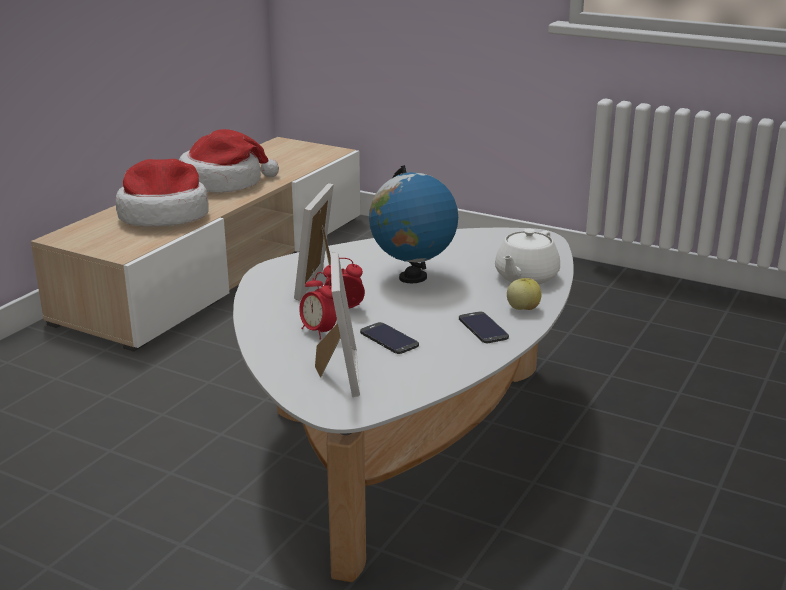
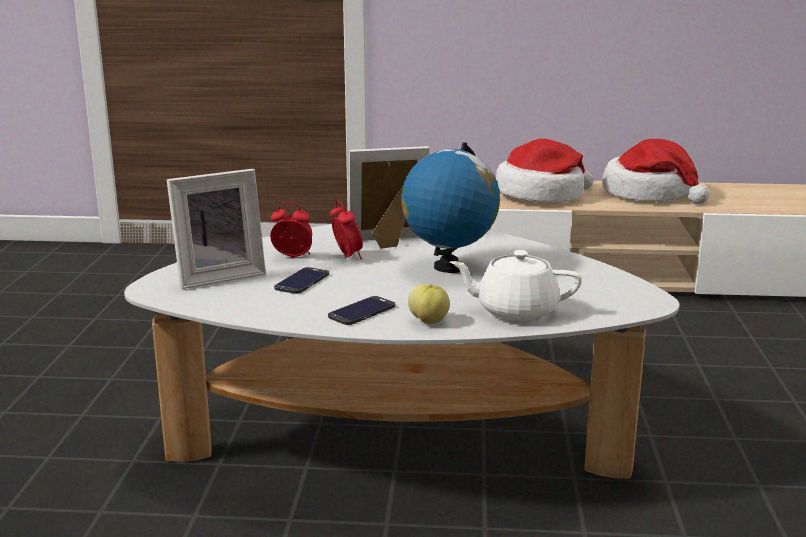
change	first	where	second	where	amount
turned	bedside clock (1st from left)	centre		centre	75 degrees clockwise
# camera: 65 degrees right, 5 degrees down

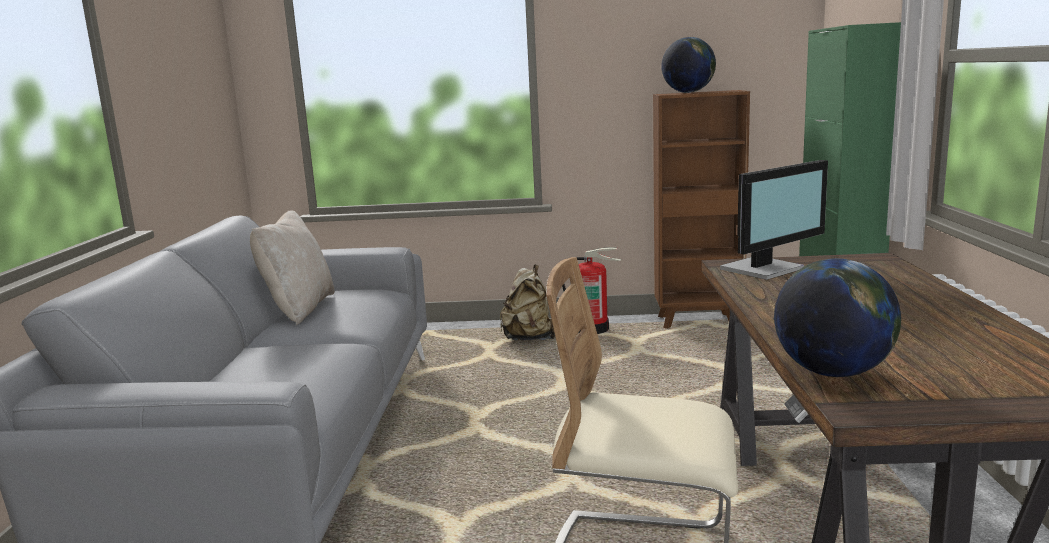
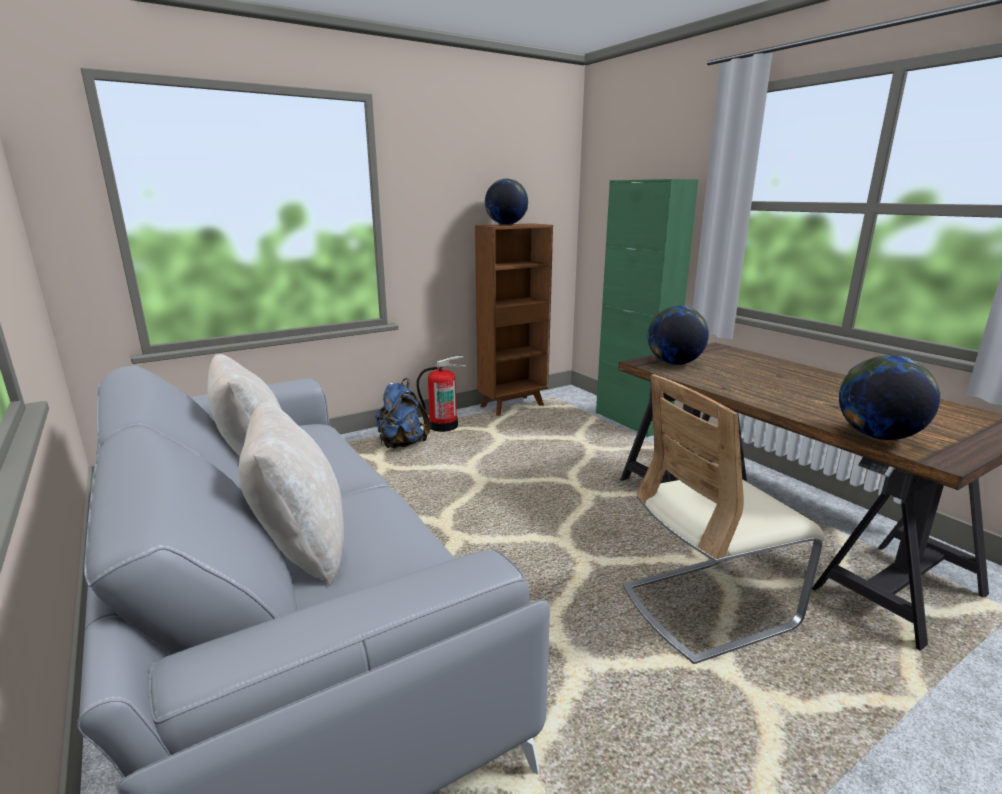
change	first	where	second	where	amount
added			throw pillow in beige-coloured (2nd from left)	middle left	
replaced	computer screen	middle right	world globe (2nd from left)	middle right	
recoloured	knapsack in beige-coloured	centre	knapsack in blue	centre	
# camera: 35 degrees left, 5 degrees up

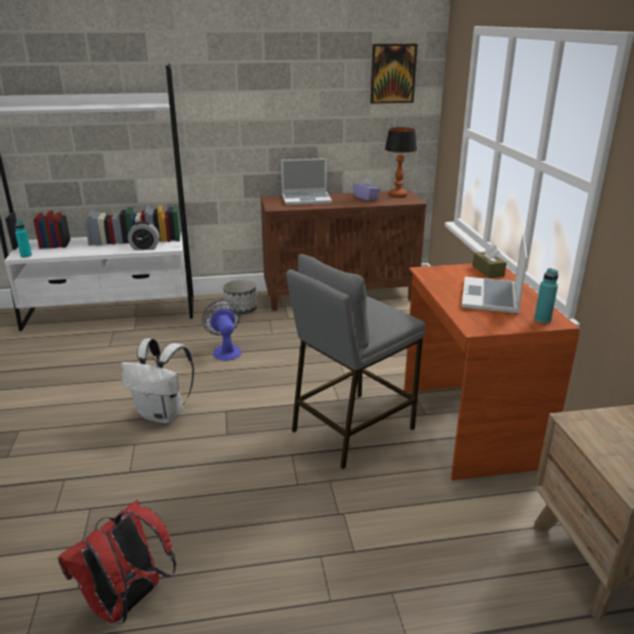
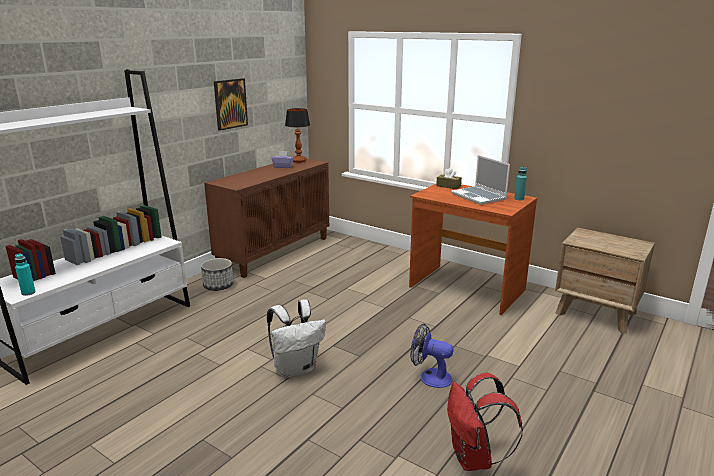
change	first	where	second	where	amount
removed	bedside clock	middle left			
removed	laptop (1st from left)	top centre			
removed	stool seat in greyish	centre			
moved	electric fan	centre		bottom centre	
moved	picture	top centre		top left	
# camera: 45 degrees left, 5 degrees down

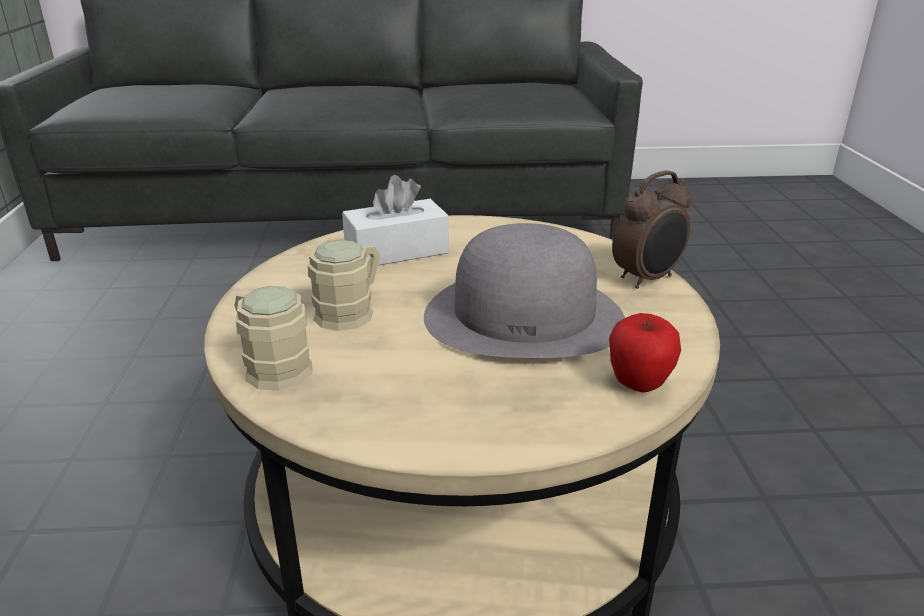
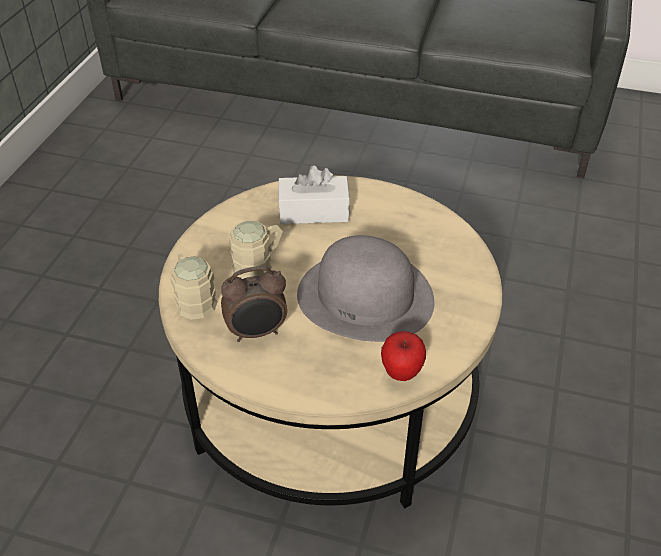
change	first	where	second	where	amount
moved	bedside clock	middle right		centre	
# camera: 20 degrees right, 15 degrees up

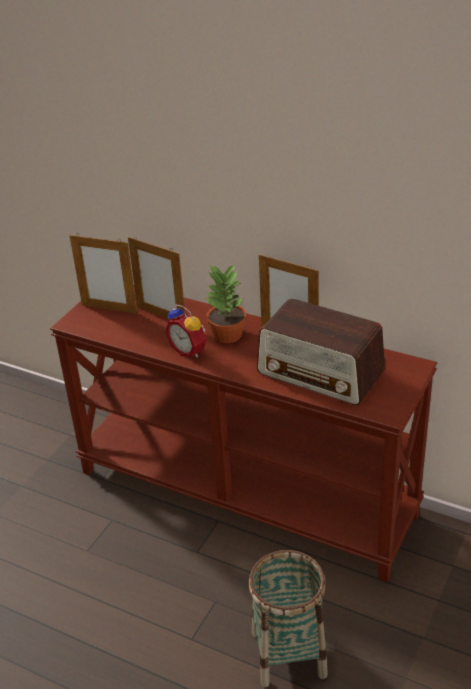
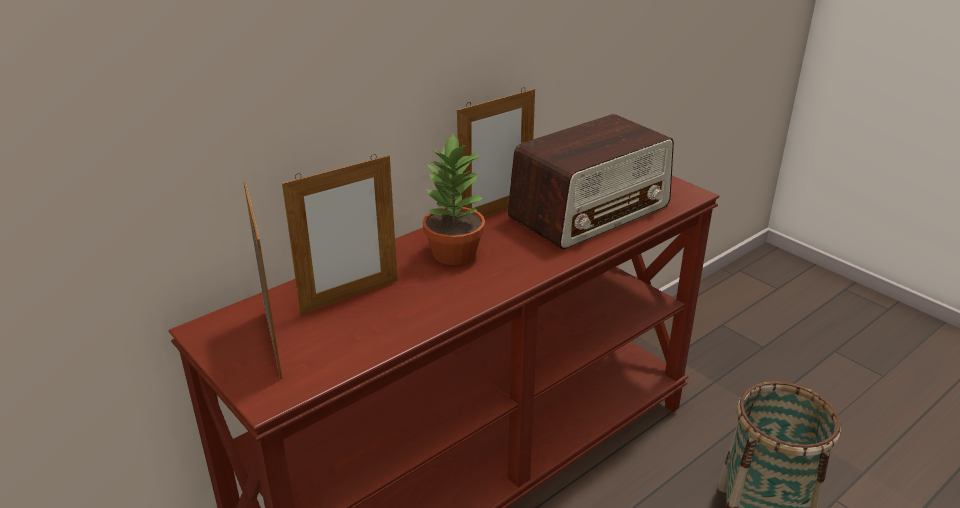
change	first	where	second	where	amount
removed	bedside clock	centre			
turned	standing frame (1st from left)	middle left		middle left	60 degrees counterclockwise
# camera: 70 degrees left, 5 degrees down

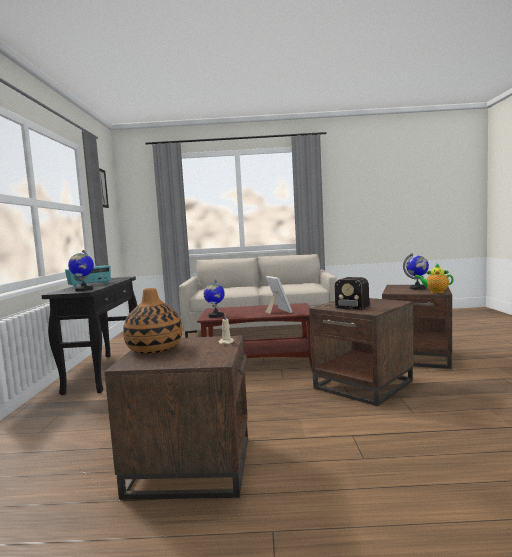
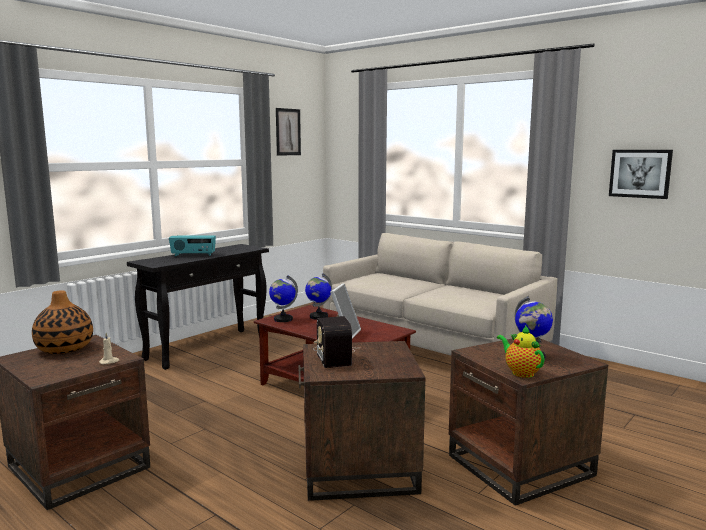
change	first	where	second	where	amount
added			picture (2nd from left)	top right	
moved	world globe (1st from left in the first image)	middle left	world globe (2nd from left)	centre	
# camera: 40 degrees right, 5 degrees up

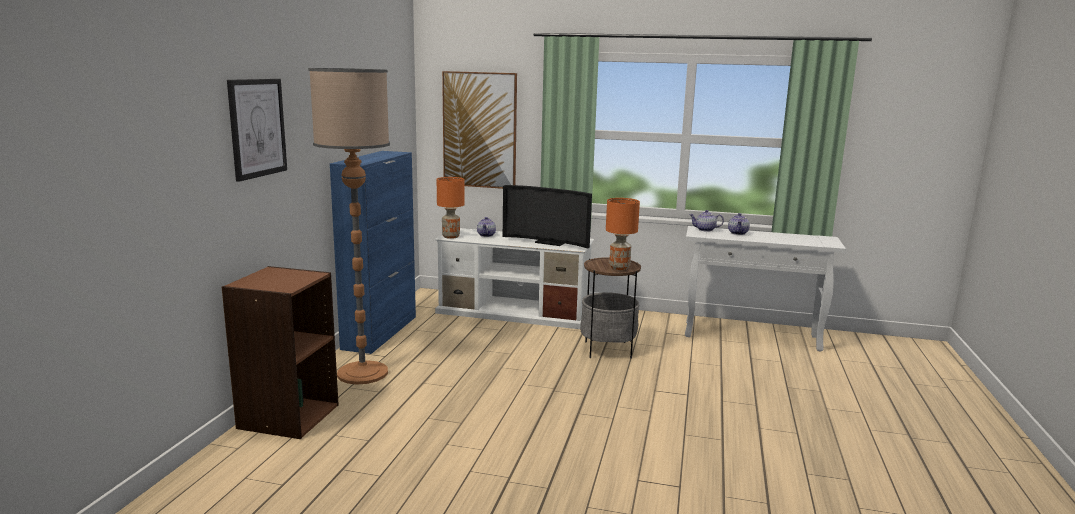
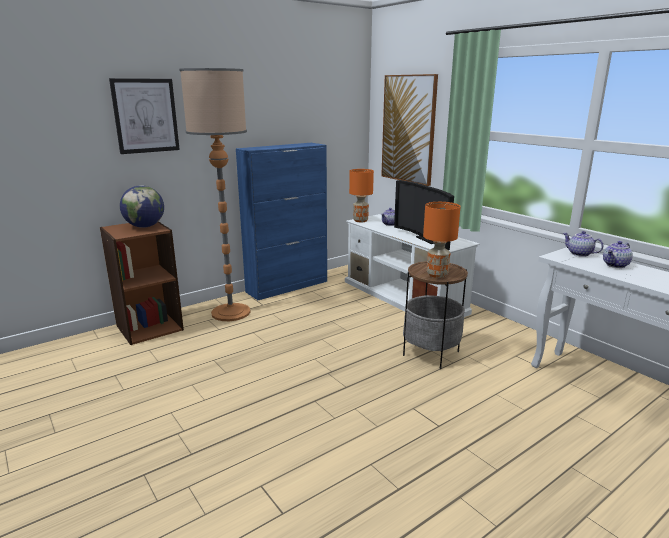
change	first	where	second	where	amount
added			world globe	middle left	
# camera: 40 degrees right, 5 degrees up

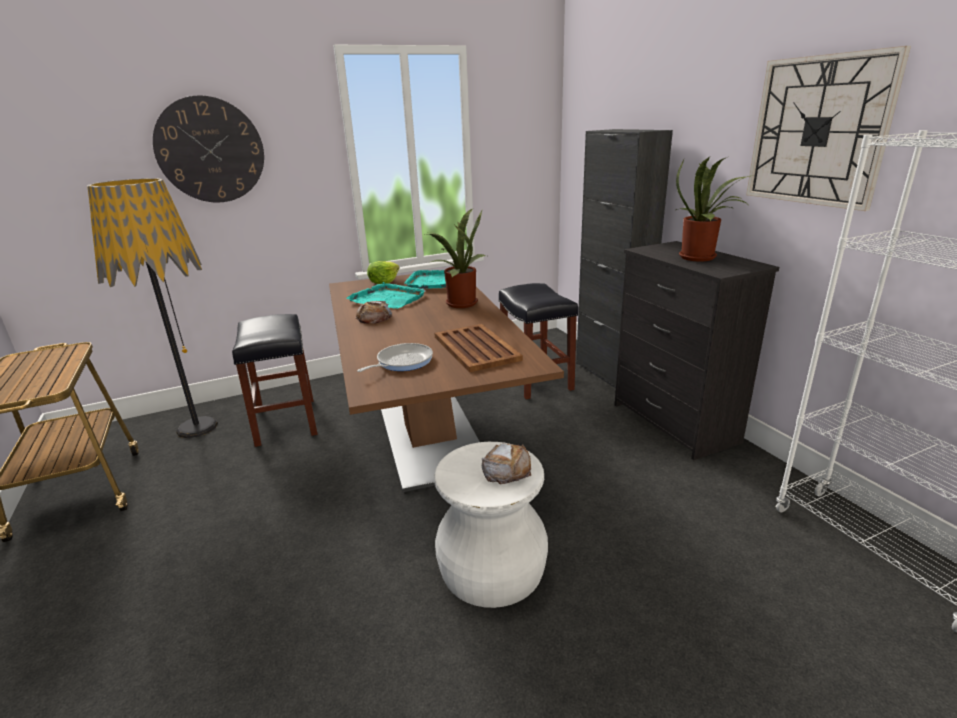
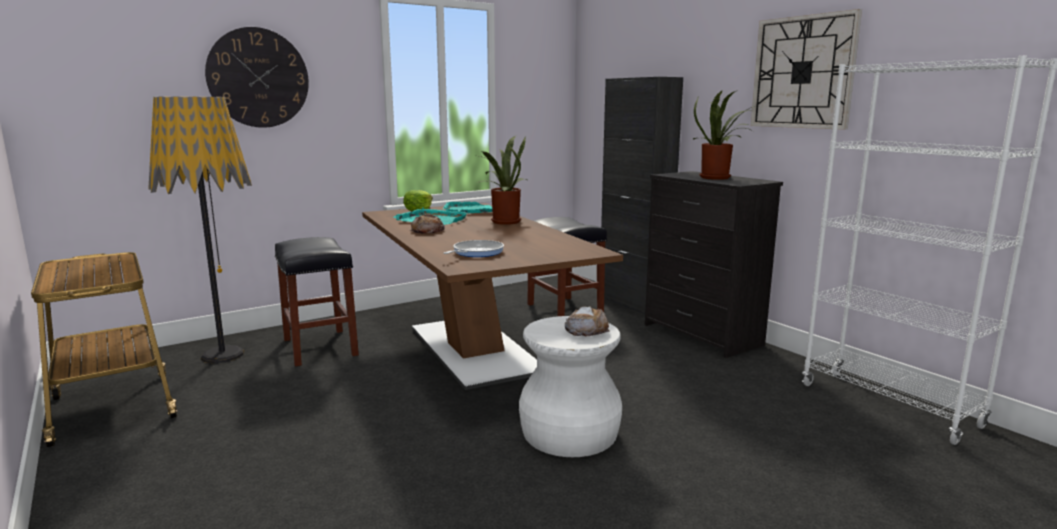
change	first	where	second	where	amount
removed	serving tray in brownish	centre			
# camera: 10 degrees left, 10 degrees down

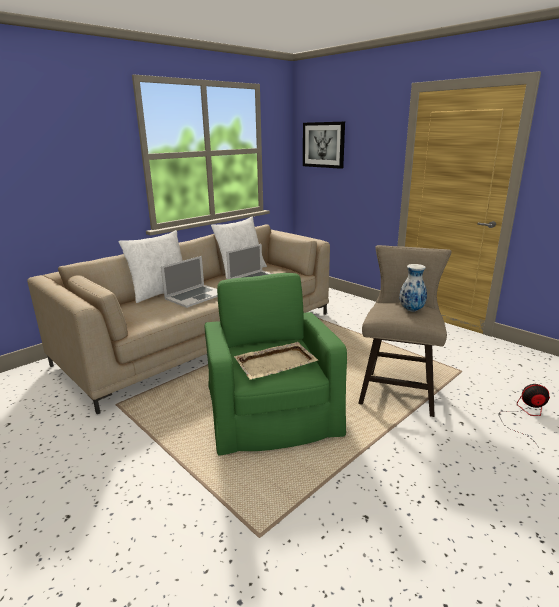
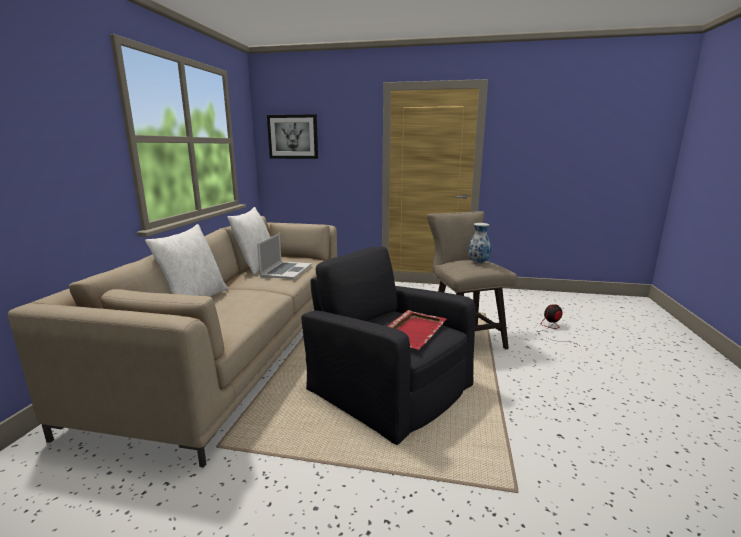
change	first	where	second	where	amount
removed	laptop (1st from left)	centre			
recoloured	armchair in green-coloured	centre	armchair in blackish	centre	
recoloured	serving tray in beige-coloured	centre	serving tray in red	centre	
# camera: 35 degrees left, 5 degrees down

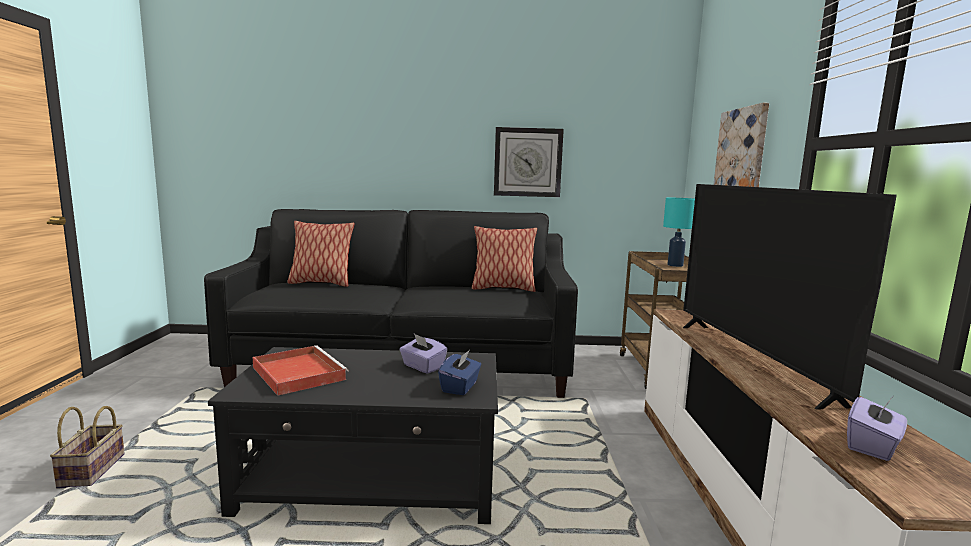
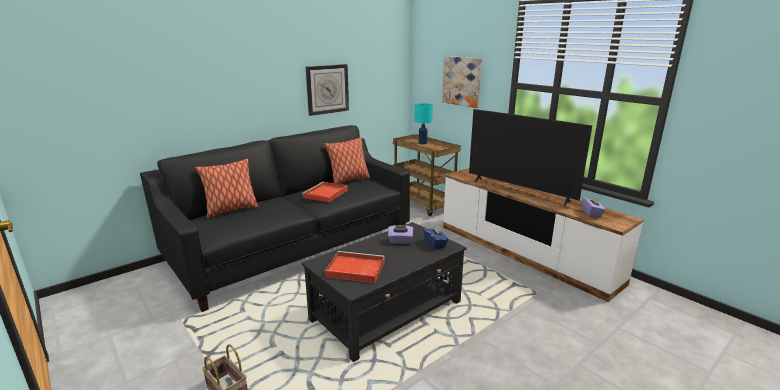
change	first	where	second	where	amount
added			serving tray in red (1st from left)	centre	
# camera: 40 degrees left, 10 degrees up

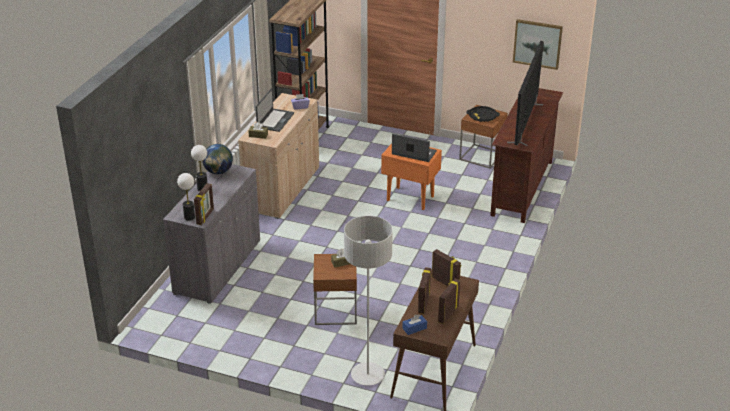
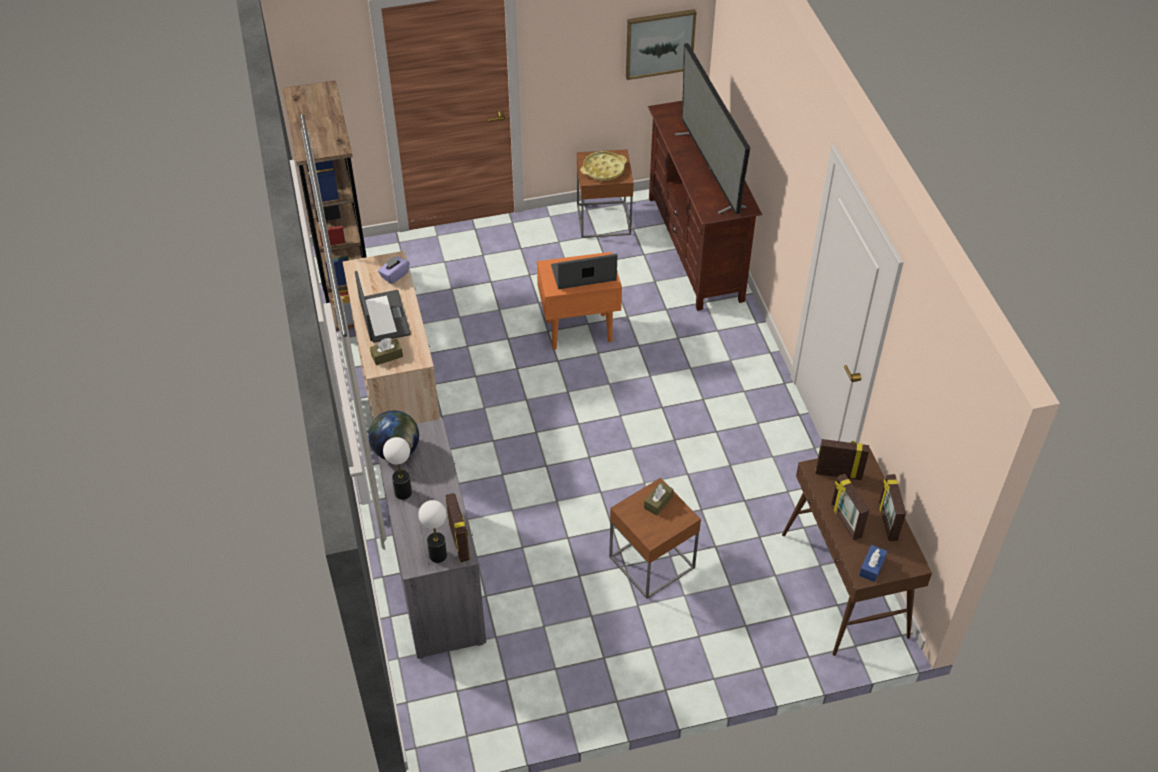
change	first	where	second	where	amount
removed	standing lamp in greyish	bottom centre			
recoloured	serving tray in blackish	top centre	serving tray in yellowish	top centre	
# camera: 35 degrees left, 15 degrees up

